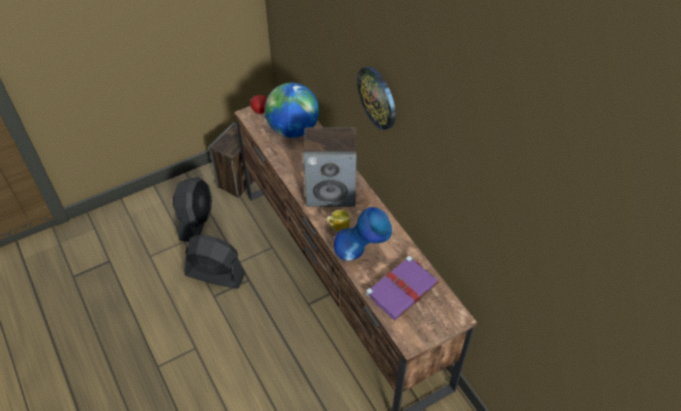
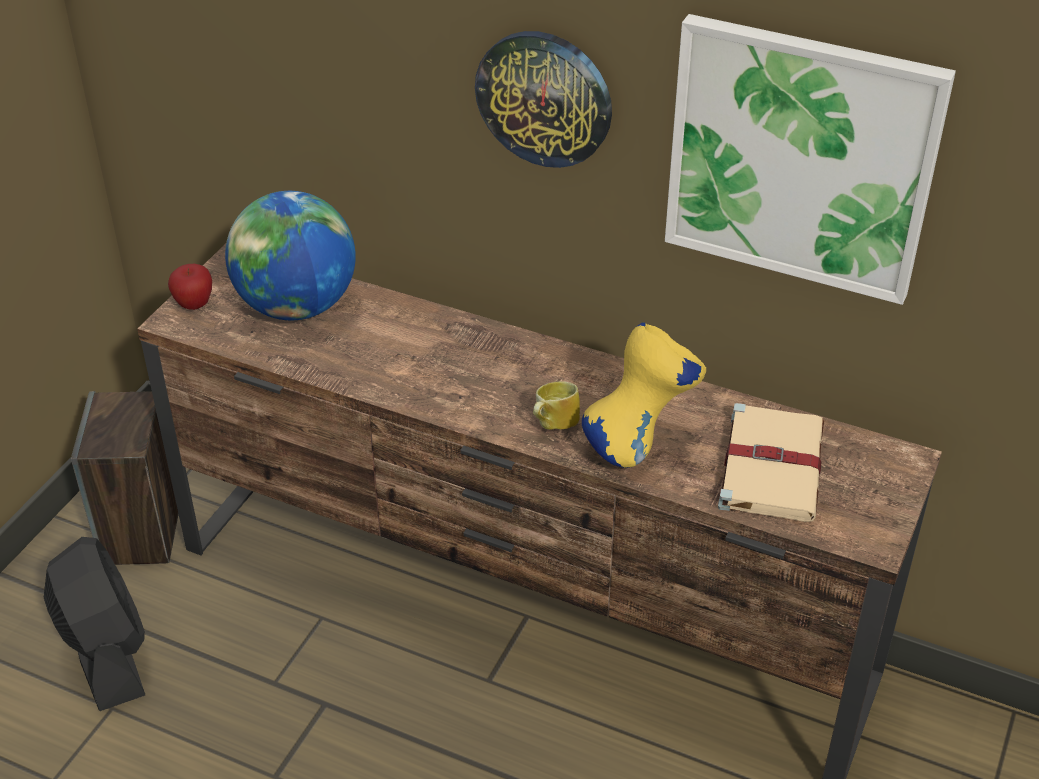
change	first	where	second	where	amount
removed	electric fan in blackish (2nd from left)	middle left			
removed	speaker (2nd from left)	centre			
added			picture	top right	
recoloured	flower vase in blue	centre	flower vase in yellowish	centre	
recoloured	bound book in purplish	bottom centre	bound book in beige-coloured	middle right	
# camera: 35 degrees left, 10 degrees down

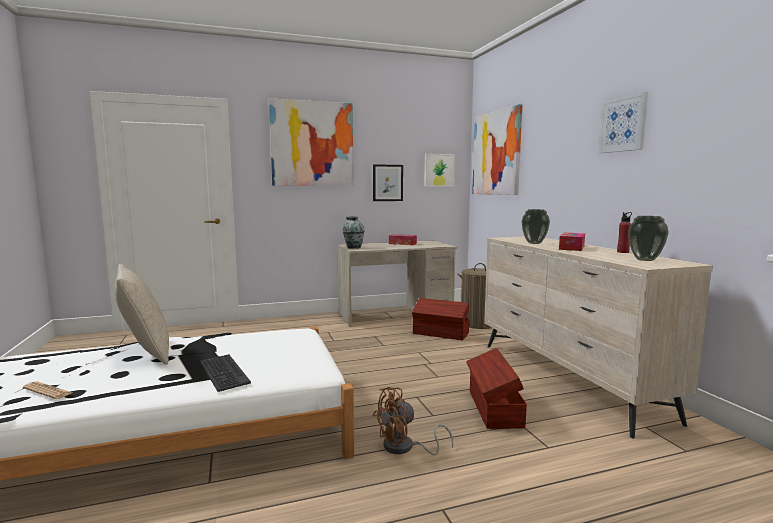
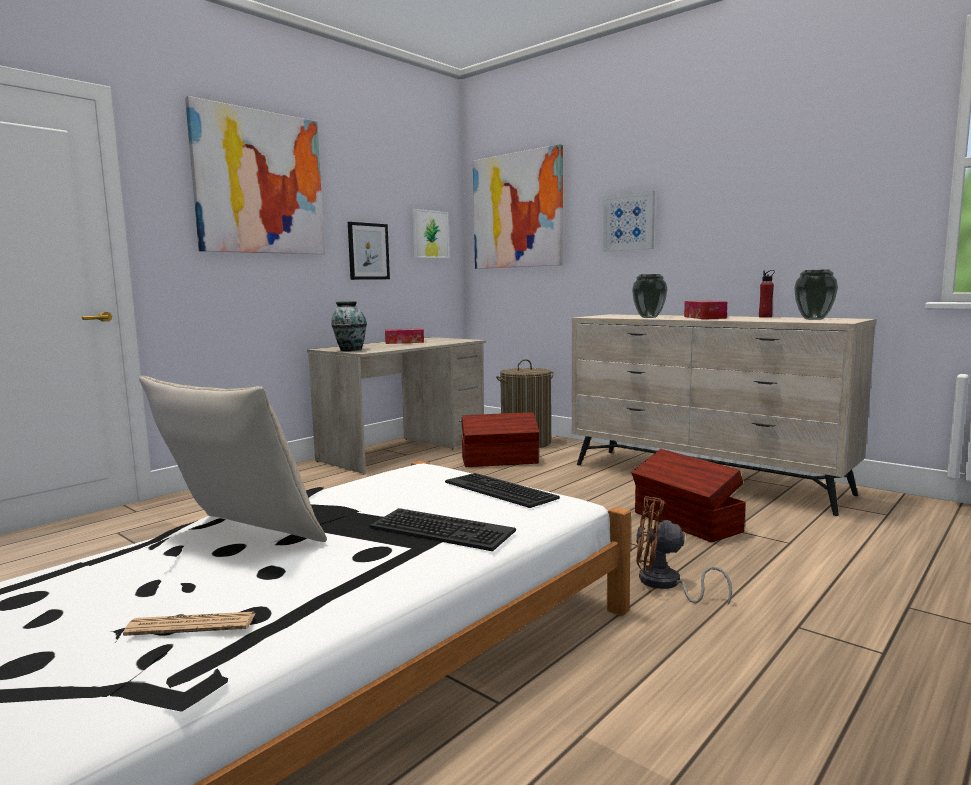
change	first	where	second	where	amount
added			keyboard (2nd from left)	centre	
moved	picture (5th from left)	top right		top centre	
turned	electric fan in brownish	bottom centre		bottom right	75 degrees clockwise
# camera: 30 degrees left, 0 degrees up

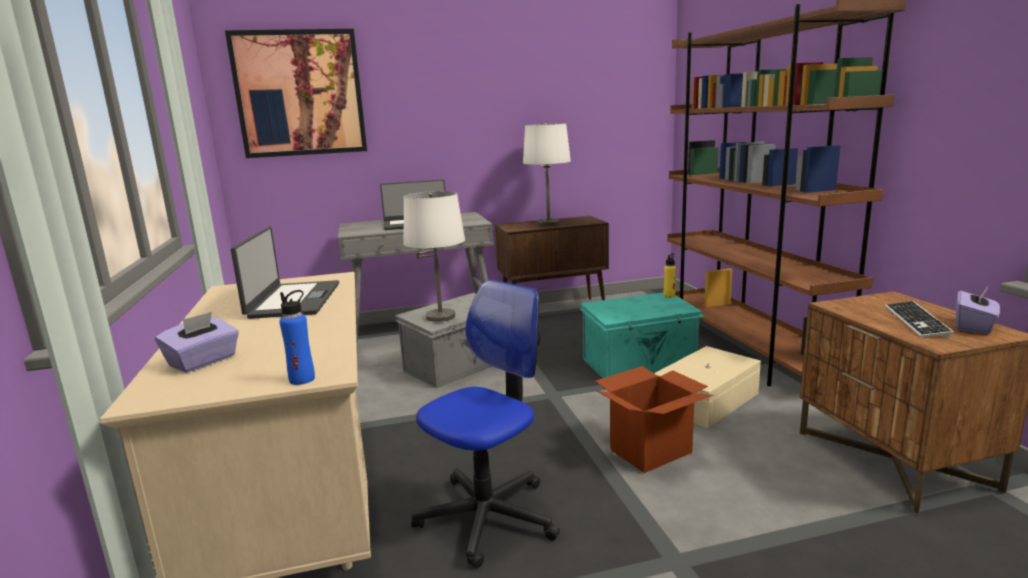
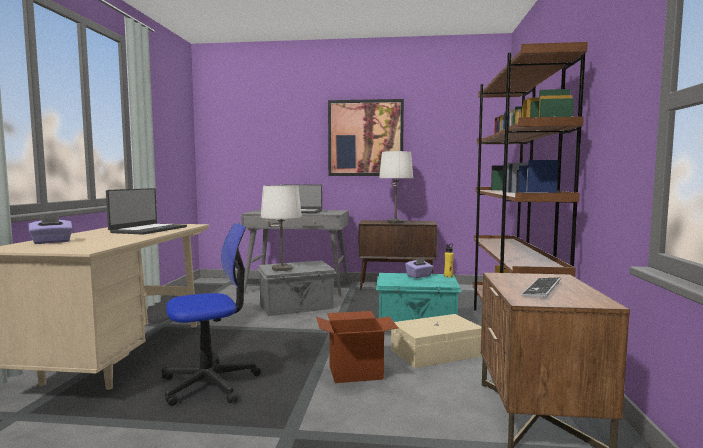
change	first	where	second	where	amount
removed	drink bottle in blue	middle left			
moved	picture	top left		top centre	
moved	tissue holder in purplish (2nd from left)	middle right		centre	
# camera: 20 degrees right, 10 degrees down

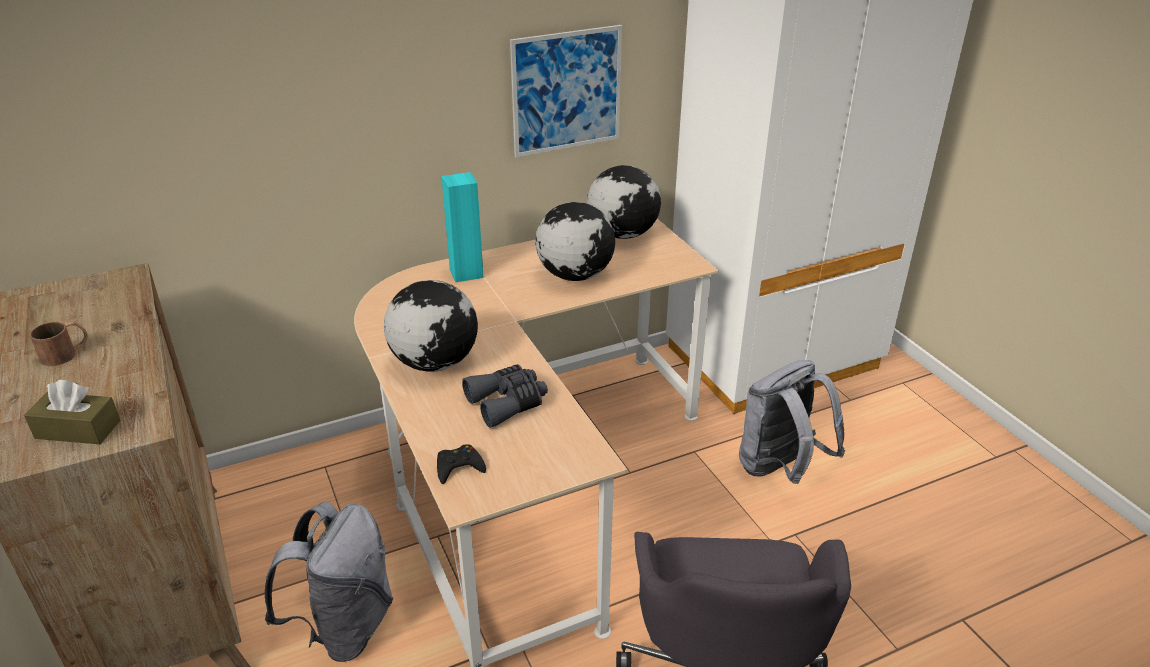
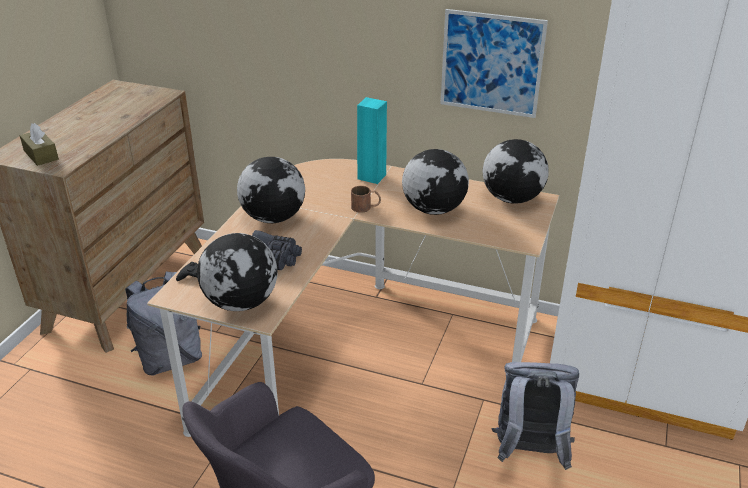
change	first	where	second	where	amount
added			world globe (1st from left)	middle left	
moved	coffee mug in brownish	middle left		centre	
# camera: 45 degrees right, 0 degrees up

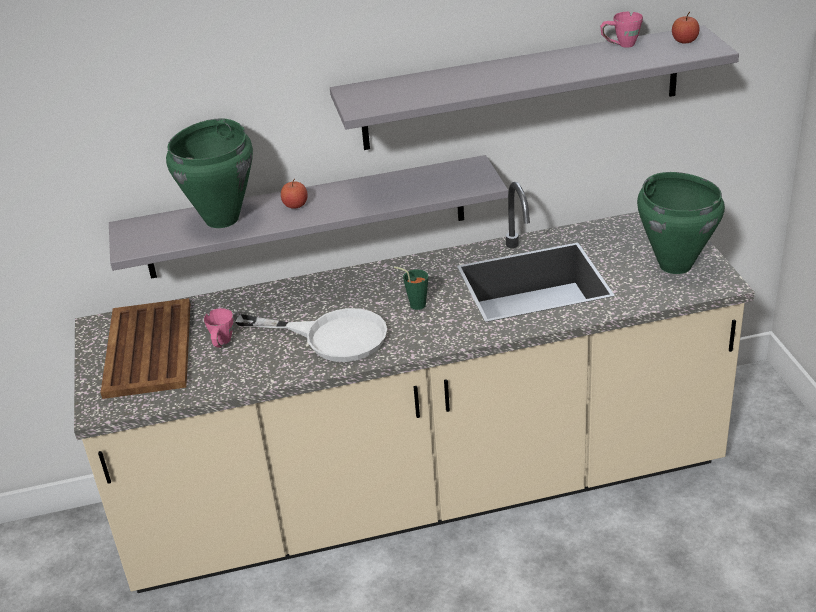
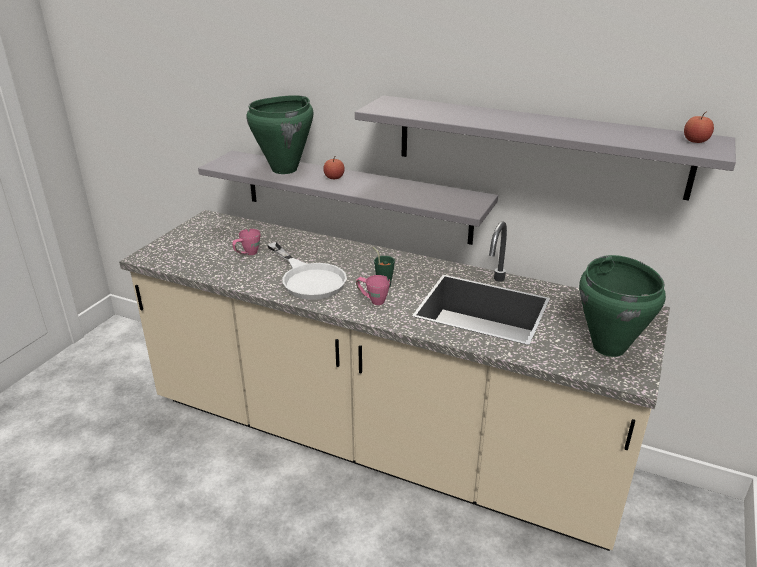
change	first	where	second	where	amount
removed	serving tray in brownish	middle left			
moved	coffee mug in pinkish (2nd from left)	top right		centre	
# camera: 35 degrees right, 5 degrees down

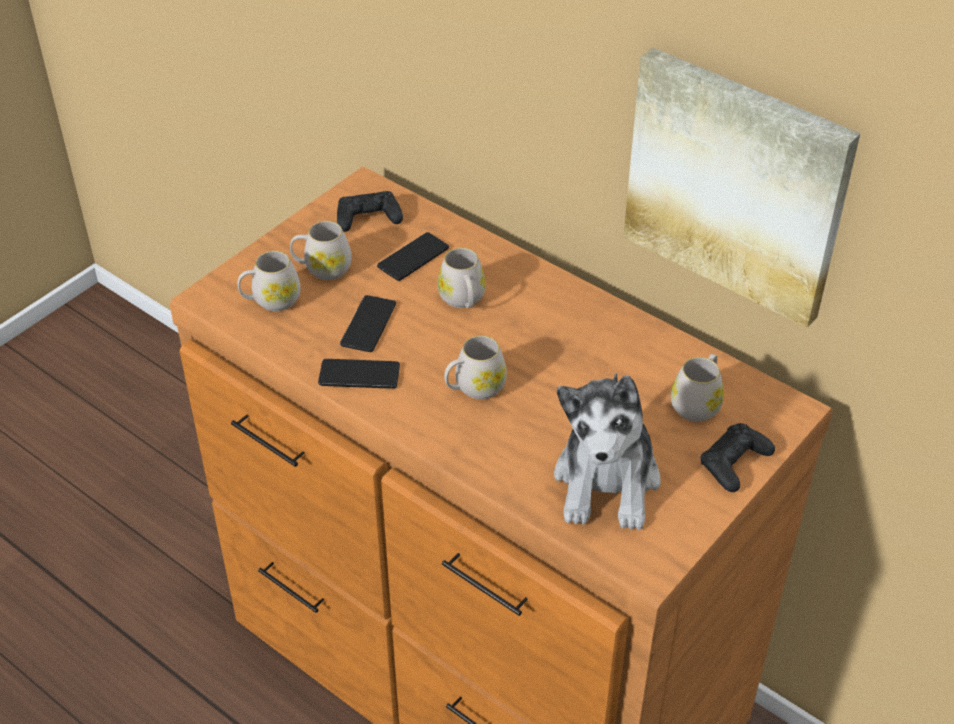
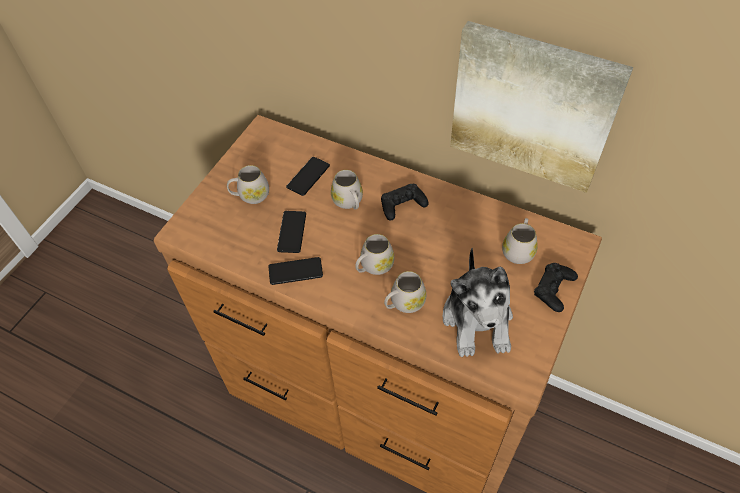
change	first	where	second	where	amount
moved	coffee mug in white (1st from left in the first image)	middle left	coffee mug in white (4th from left)	centre	
moved	gamepad in blackish (1st from left)	top centre		centre	
# camera: 10 degrees left, 10 degrees up

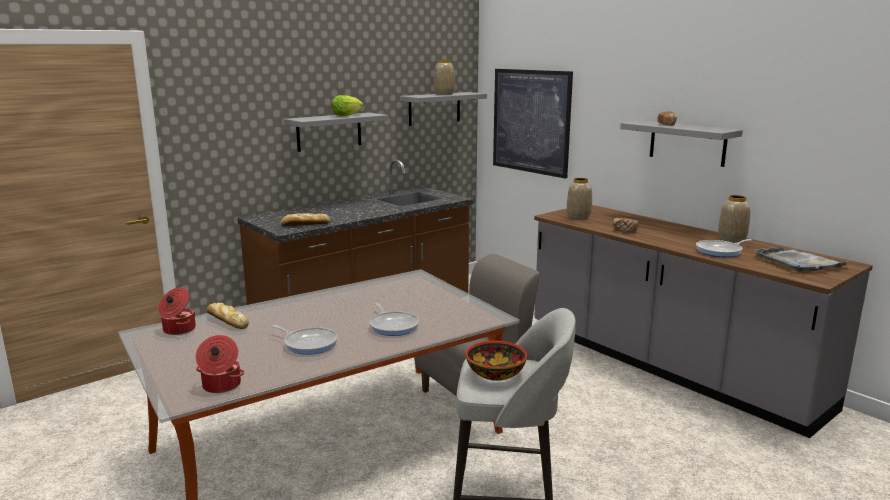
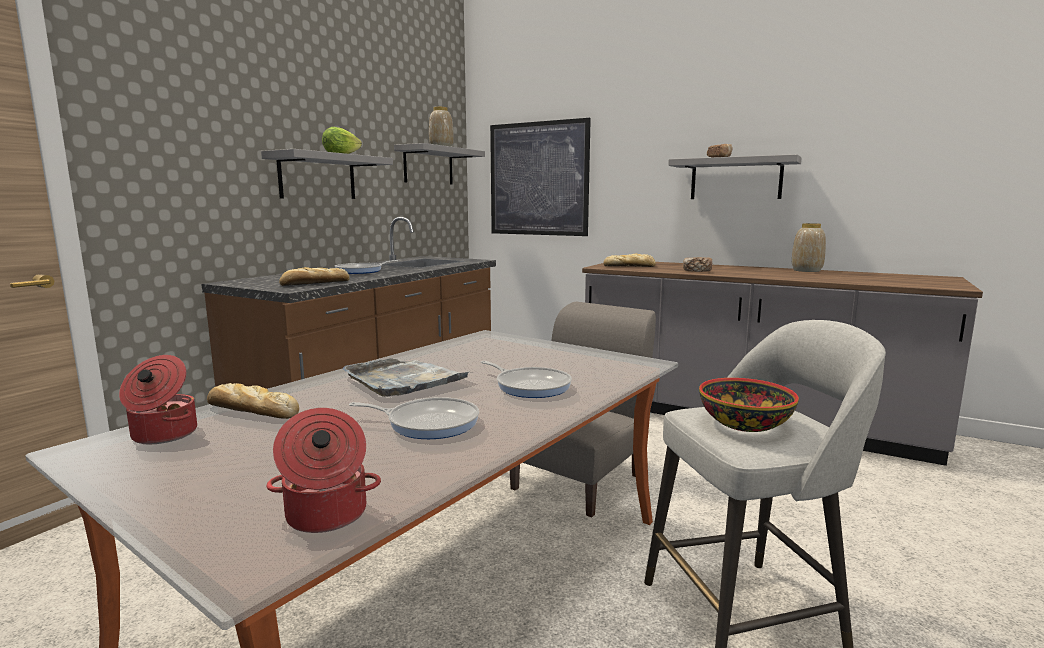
change	first	where	second	where	amount
moved	frying pan (3rd from left in the first image)	middle right	frying pan (1st from left)	centre	
moved	serving tray in greyish	middle right		centre	
replaced	flower vase (2nd from left)	centre	bread (3rd from left)	centre	
# camera: 20 degrees left, 5 degrees down

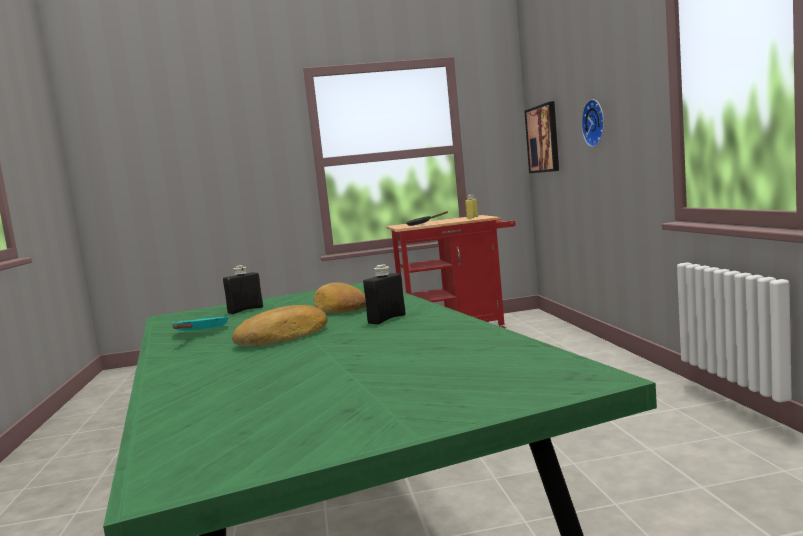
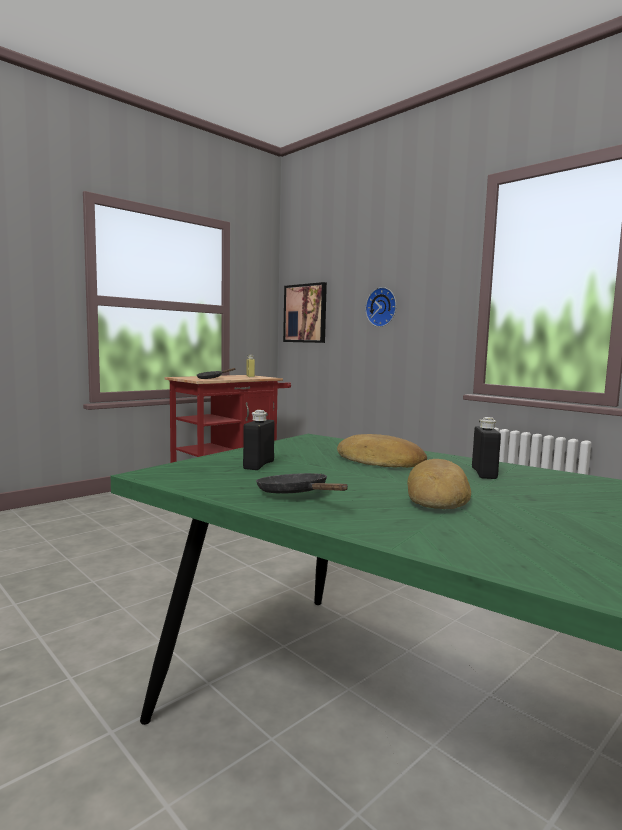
change	first	where	second	where	amount
recoloured	frying pan in blue-green	middle left	frying pan in blackish (2nd from left)	centre	
# camera: 35 degrees left, 0 degrees up

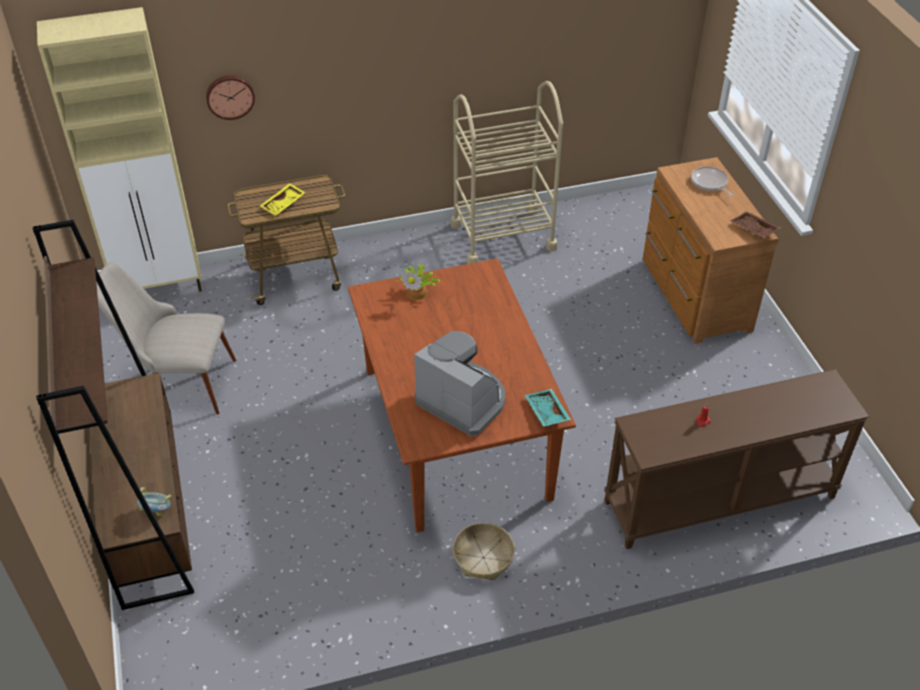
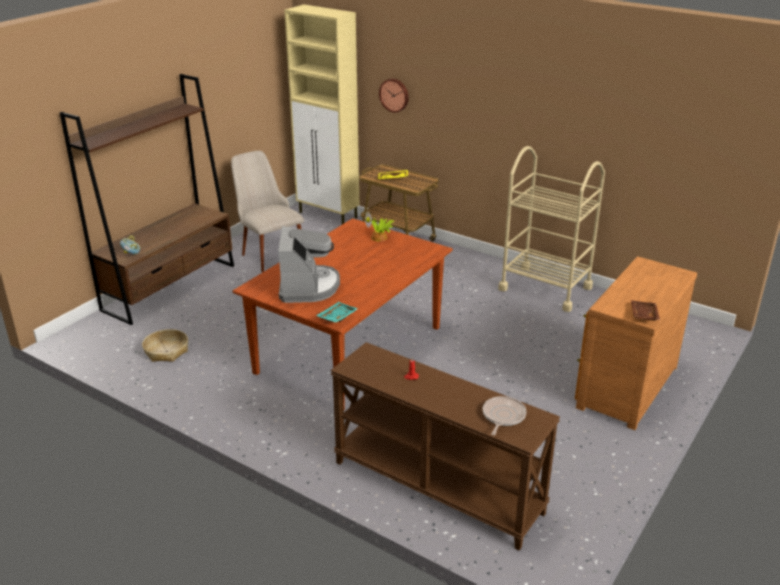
change	first	where	second	where	amount
moved	basket	bottom centre		middle left	
moved	frying pan	top right		bottom centre	
# camera: 50 degrees right, 15 degrees down

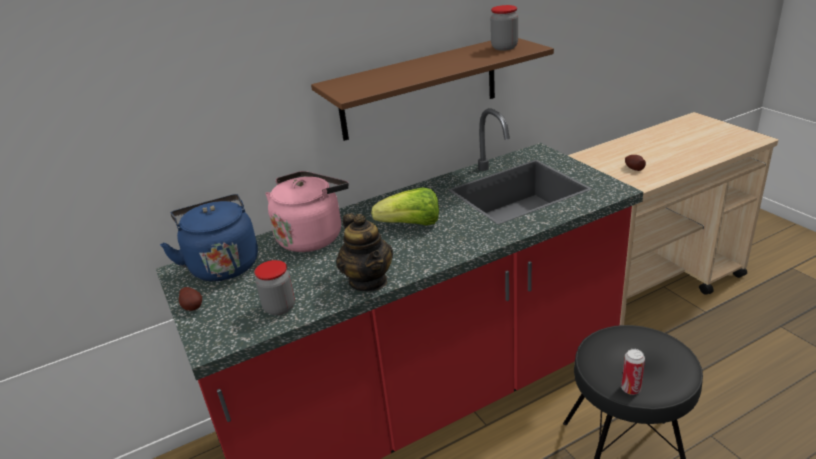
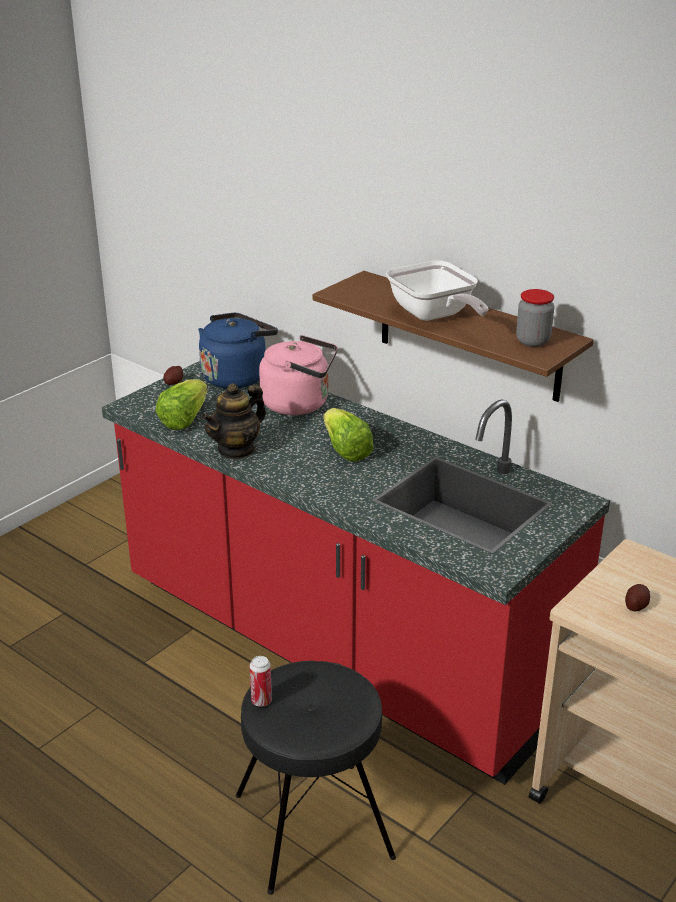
change	first	where	second	where	amount
added			frying pan	top centre	
replaced	preserve jar (1st from left)	centre	lettuce (1st from left)	middle left	
# camera: 65 degrees right, 0 degrees up

